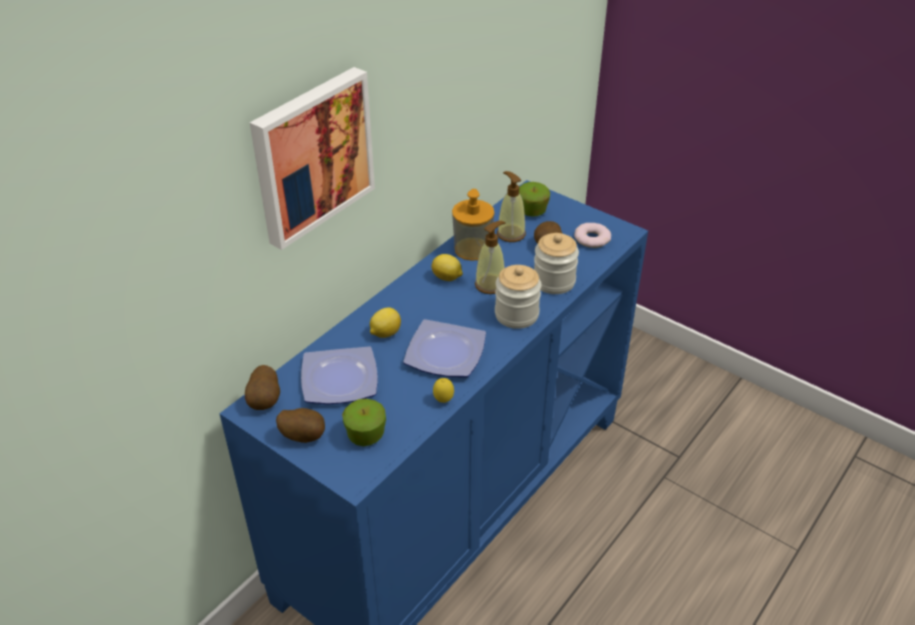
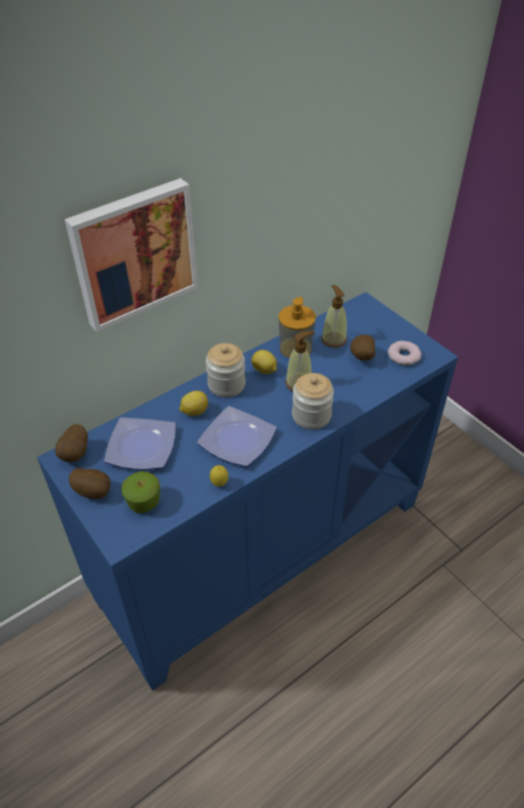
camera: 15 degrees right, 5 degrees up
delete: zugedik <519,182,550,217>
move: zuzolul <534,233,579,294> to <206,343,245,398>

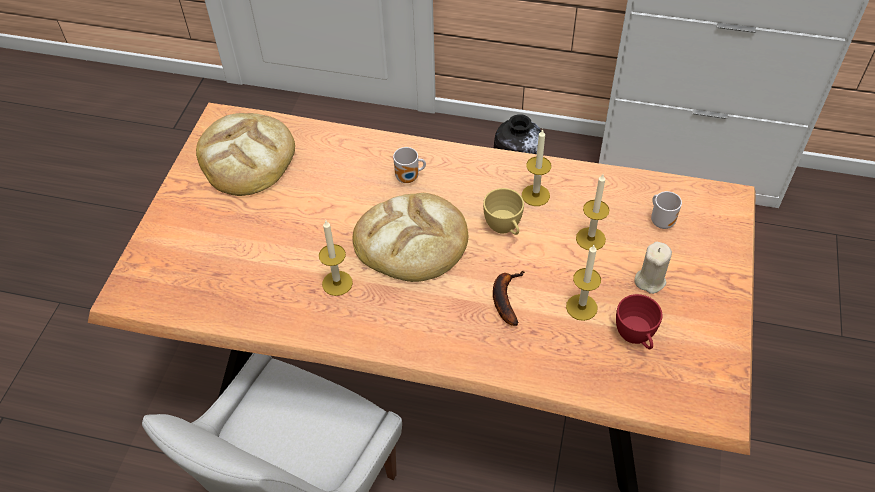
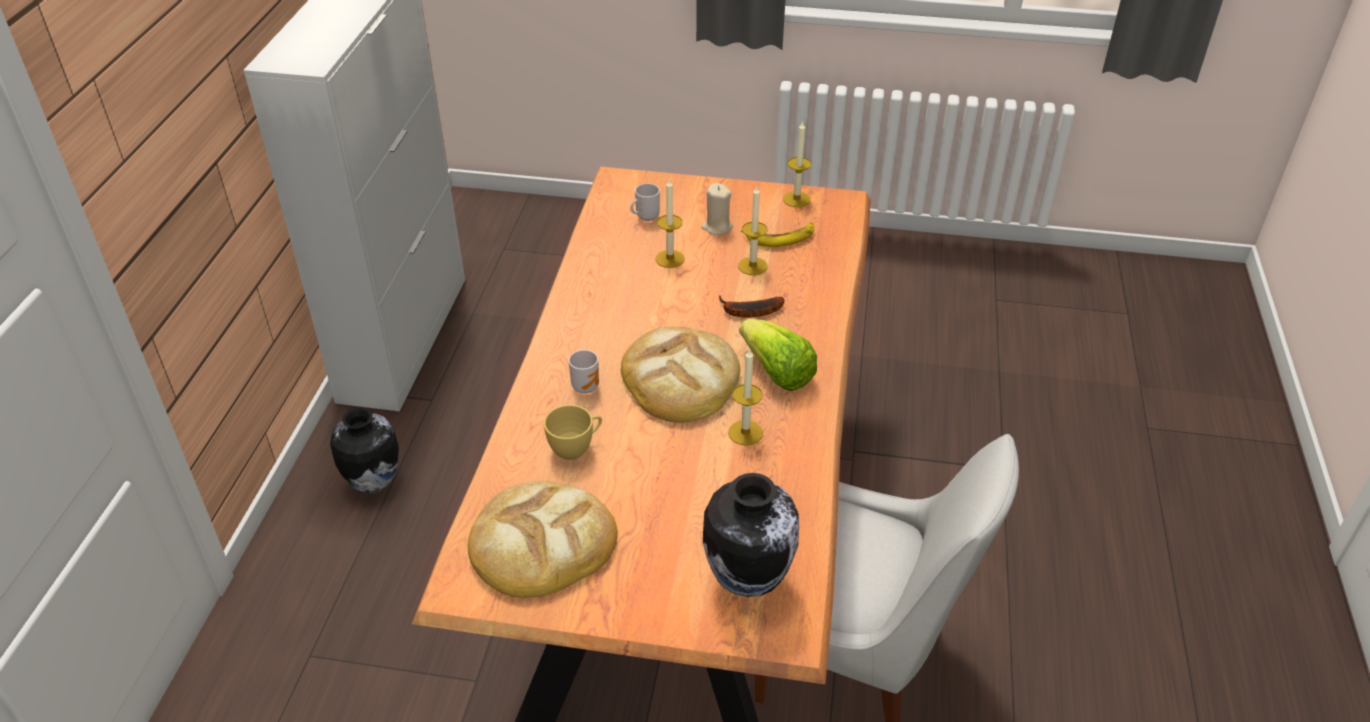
camera: 95 degrees left, 10 degrees down
insert: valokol <703,473,799,597>; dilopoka <739,319,817,391>
move: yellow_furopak <483,188,524,235> to <544,405,602,460>; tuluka <522,129,551,206> to <783,121,811,207>
replace: red_furopak <616,294,663,349> to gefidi <741,222,815,247>

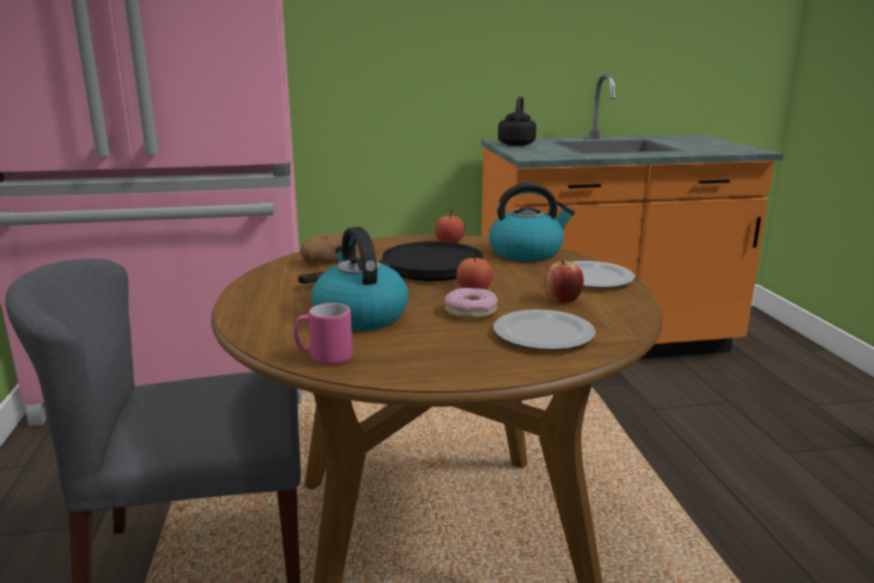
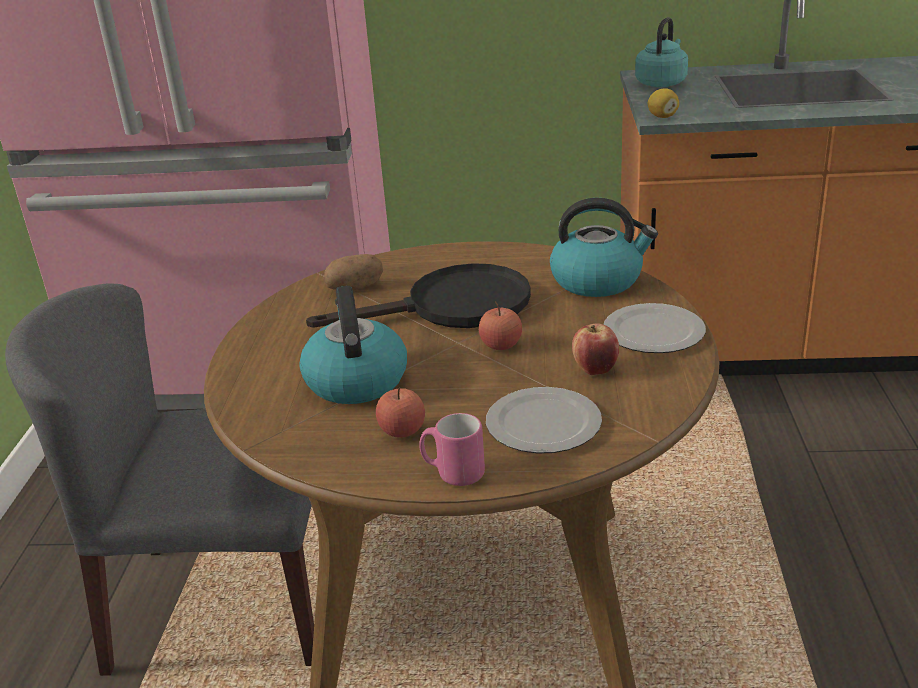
camera: 15 degrees right, 10 degrees up
delete: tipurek <445,288,498,319>
insert: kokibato <648,88,679,118>
move: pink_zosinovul <294,303,353,365> to <419,413,485,486>; zugedik <435,210,465,243> to <376,387,425,438>
recolor: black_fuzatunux <498,96,536,146> to turquoise_fuzatunux <635,17,688,87>

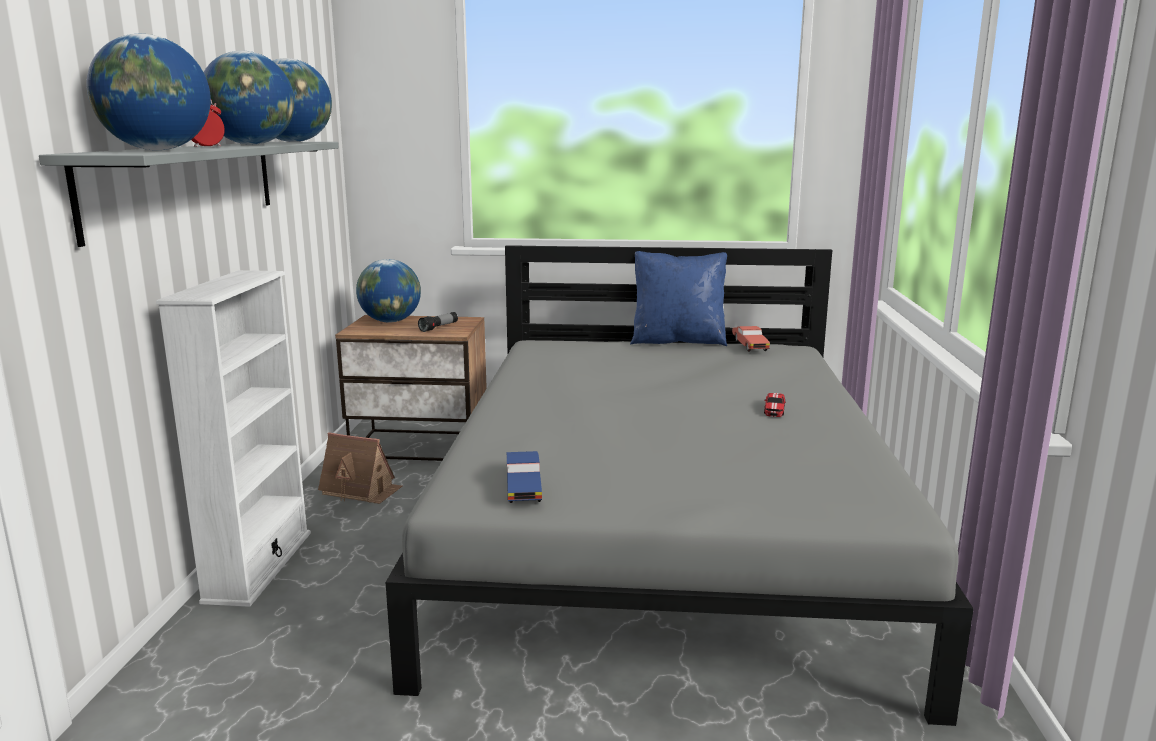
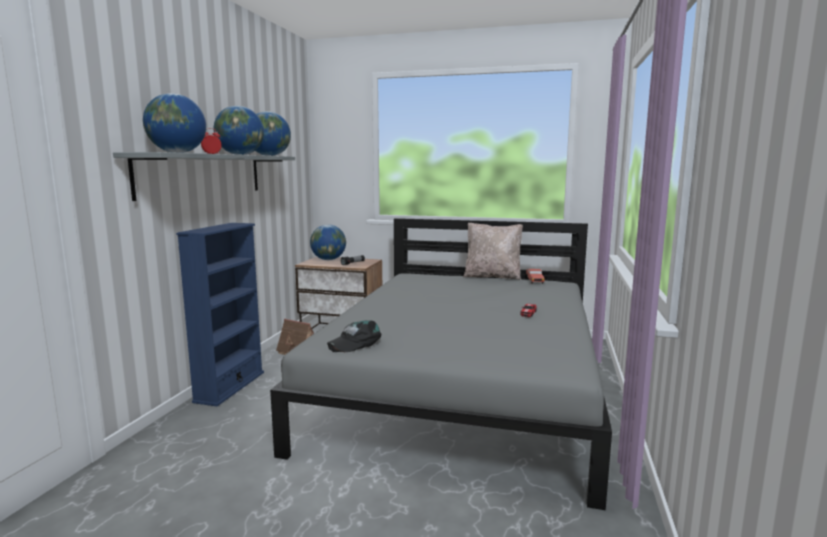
camera: 10 degrees right, 5 degrees down
replace: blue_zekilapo <507,451,542,503> to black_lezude <327,320,381,352>
recolor: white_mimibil <156,270,311,607> to blue_mimibil <176,223,264,406>; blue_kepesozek <630,251,727,346> to beige_kepesozek <463,223,523,280>

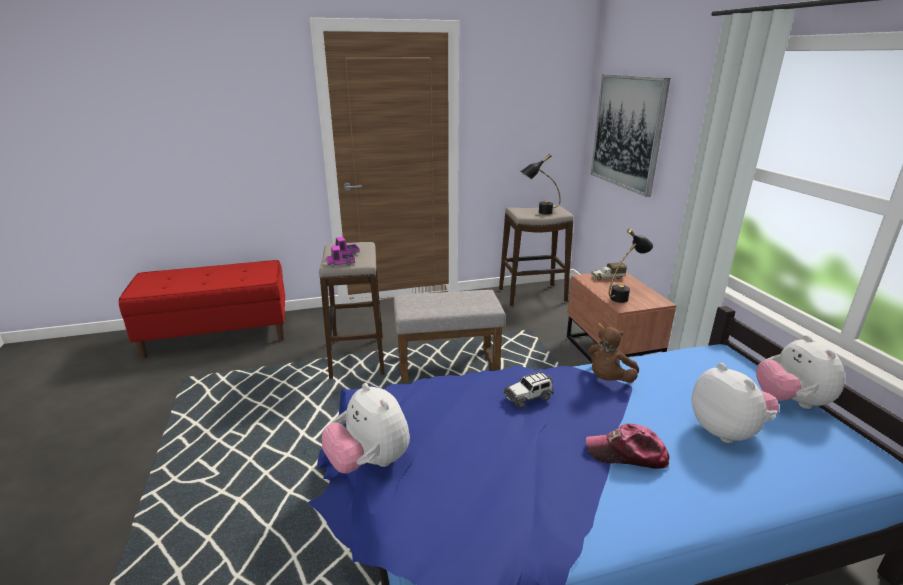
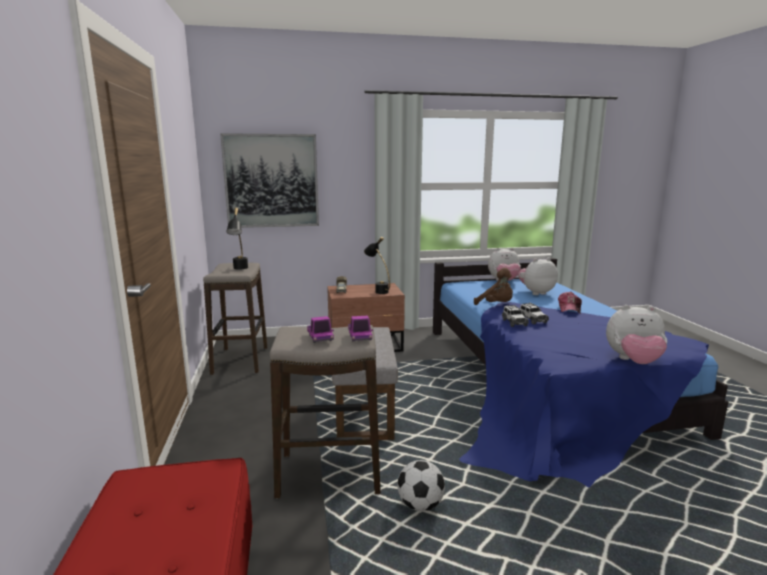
camera: 85 degrees left, 10 degrees down
insert: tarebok <397,460,445,511>; zekilapo <502,305,529,327>
rotate: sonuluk <322,383,410,473> = <606,305,667,364> 45 degrees clockwise

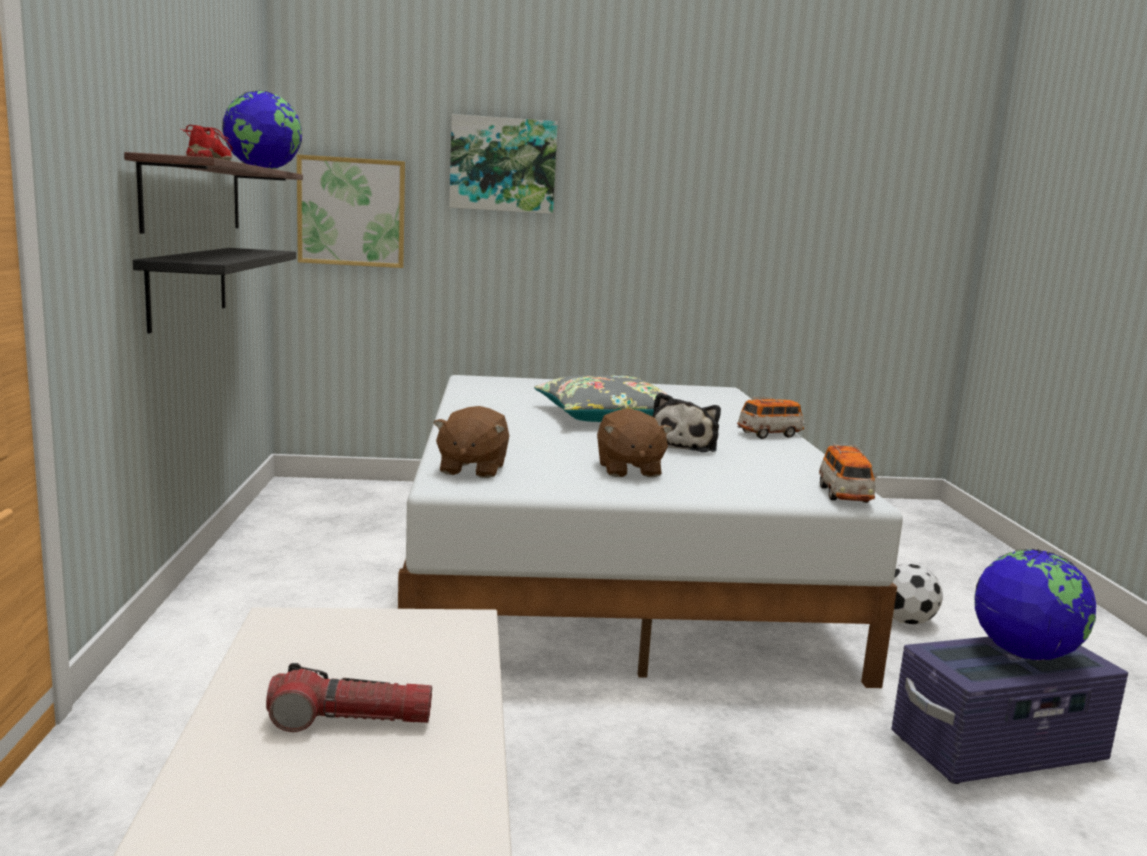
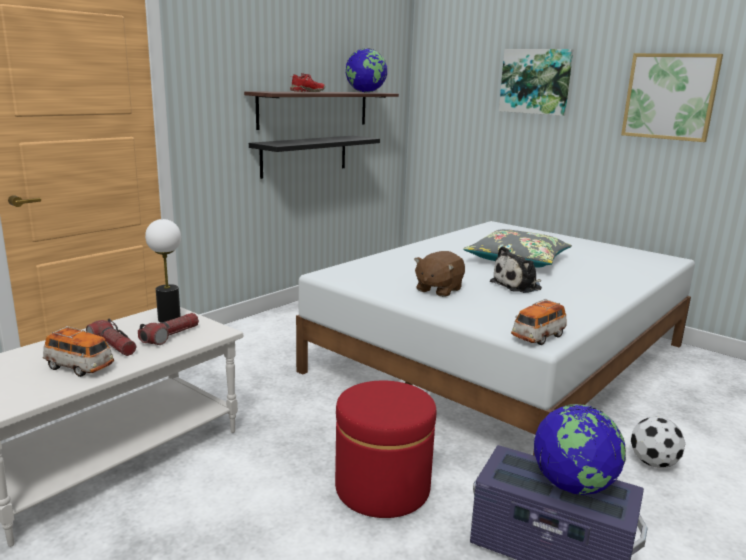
camera: 45 degrees right, 5 degrees up
delete: brown_sonuluk <433,406,509,478>
insert: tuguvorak <138,313,199,345>; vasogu <145,219,181,323>; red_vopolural <335,381,436,518>
move: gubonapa <297,154,405,268> to <621,53,723,142>; zekilapo <737,397,805,439> to <43,326,114,377>

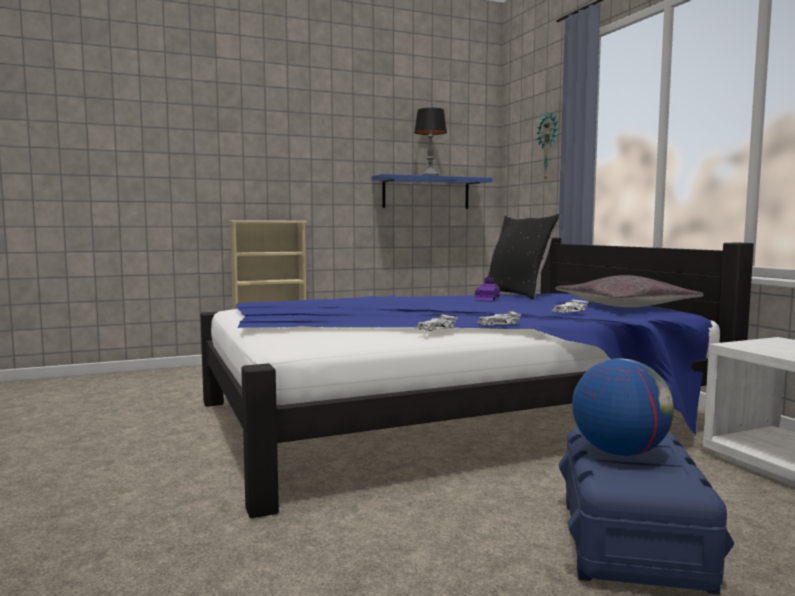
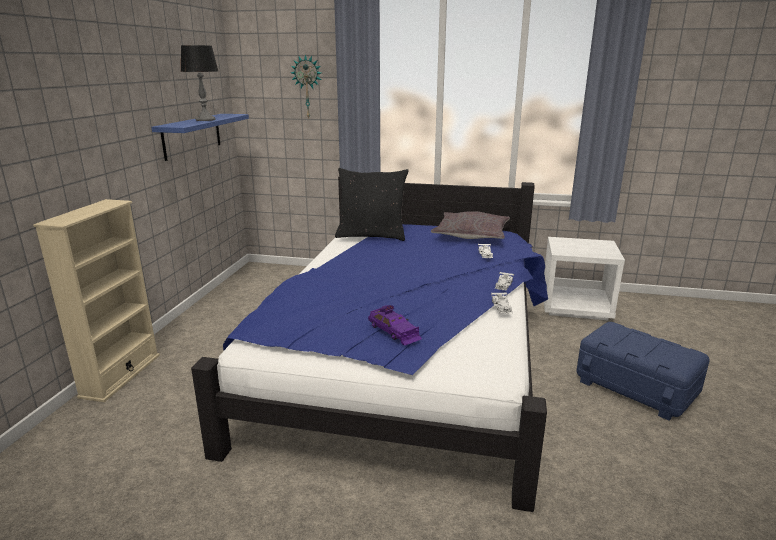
camera: 55 degrees left, 15 degrees up
delete: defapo <572,358,674,456>
move: purple_zekilapo <474,277,502,301> to <368,305,422,346>

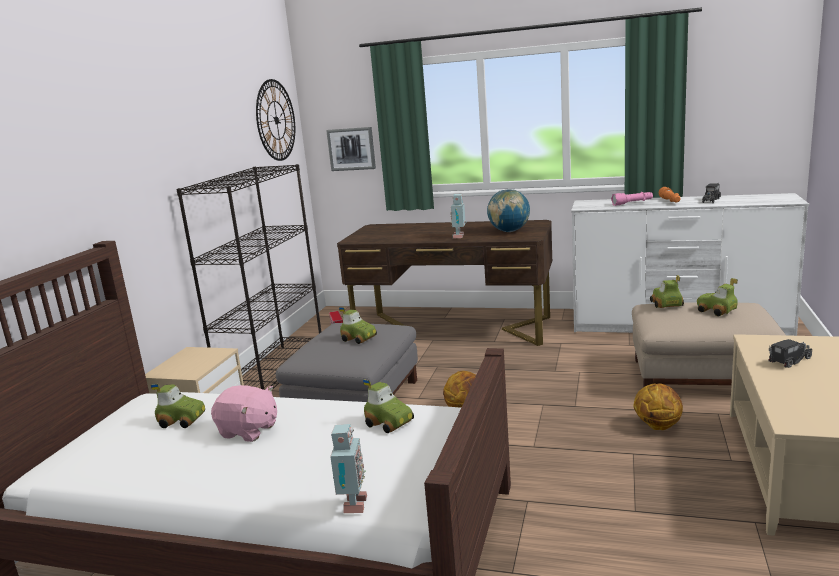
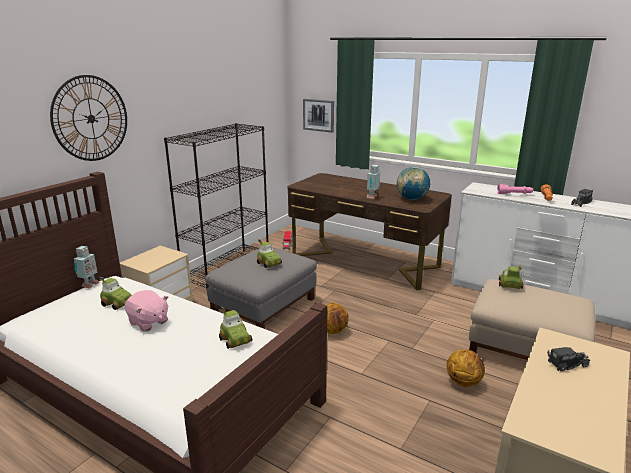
camera: 15 degrees right, 5 degrees up
delete: zekilapo <697,278,738,316>
move: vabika <256,79,295,161> to <50,75,127,161>; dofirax <330,424,367,513> to <74,246,99,288>

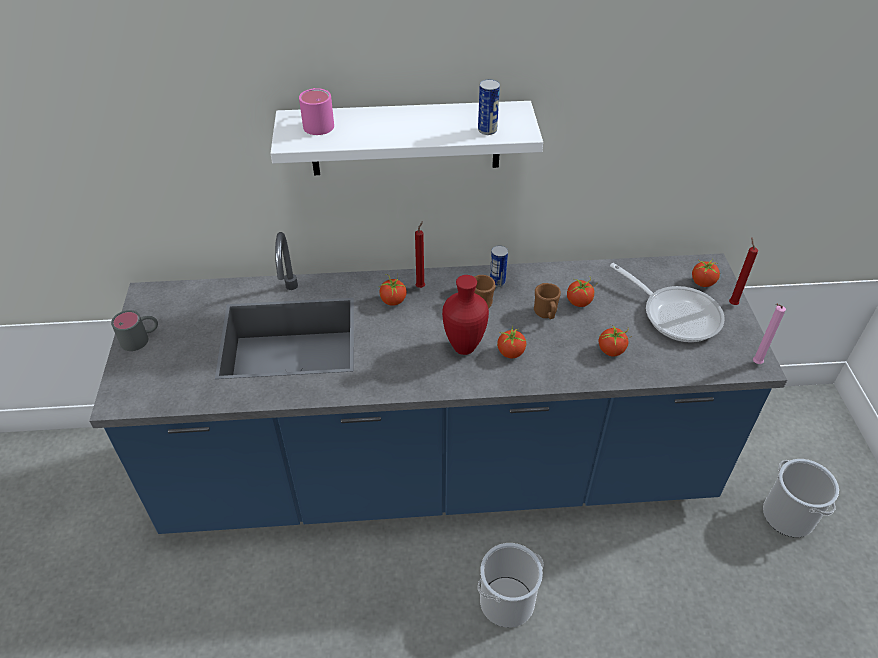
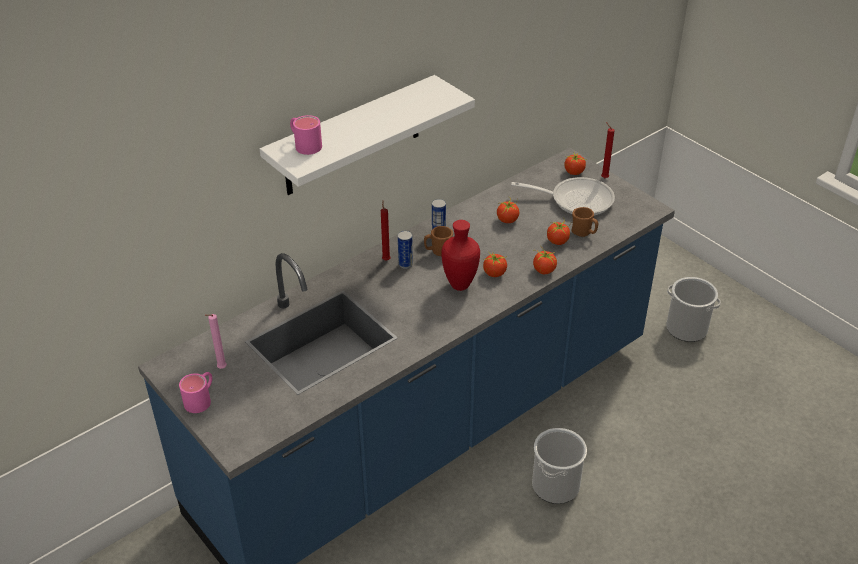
camera: 35 degrees left, 5 degrees down
move: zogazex <380,274,407,306> to <533,245,557,274>; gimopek <478,79,500,135> to <398,231,413,269>; brown_zosinovul <534,283,561,319> to <571,207,598,237>; pink_tuluka <753,304,786,364> to <205,314,227,369>
recolor: grey_zosinovul <111,310,158,351> to pink_zosinovul <179,372,212,413>

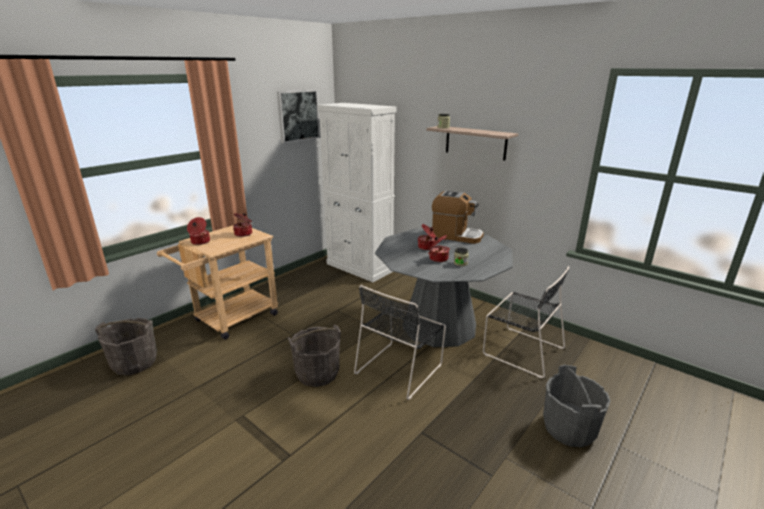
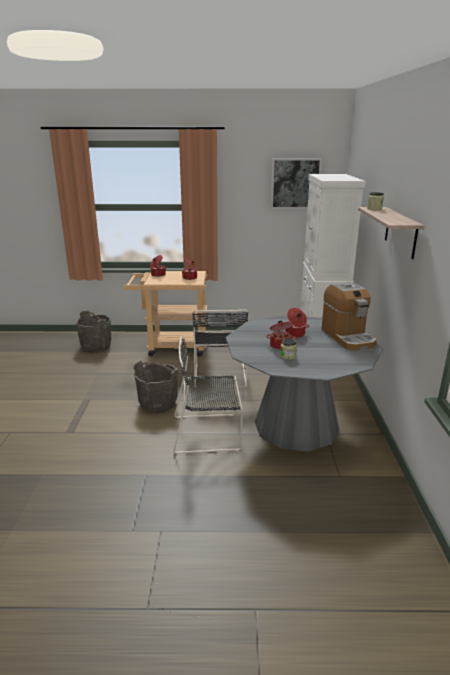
camera: 50 degrees right, 0 degrees up
delete: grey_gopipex <543,365,611,447>
move: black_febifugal <483,266,569,378> to <192,309,248,388>

